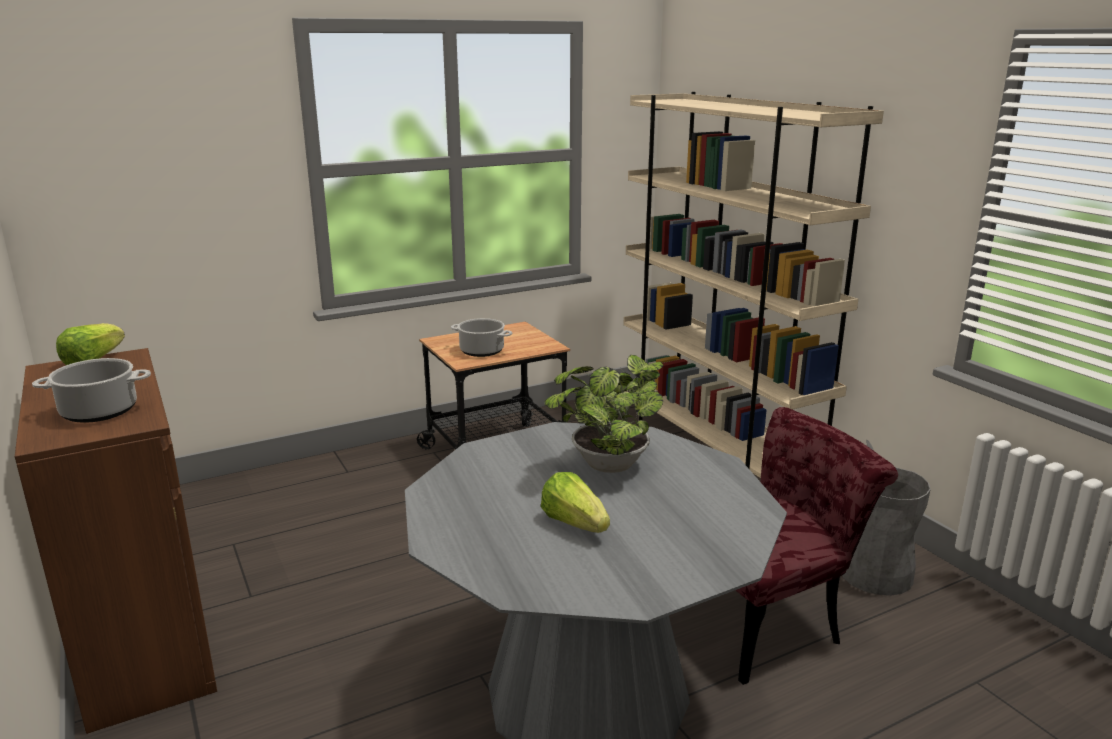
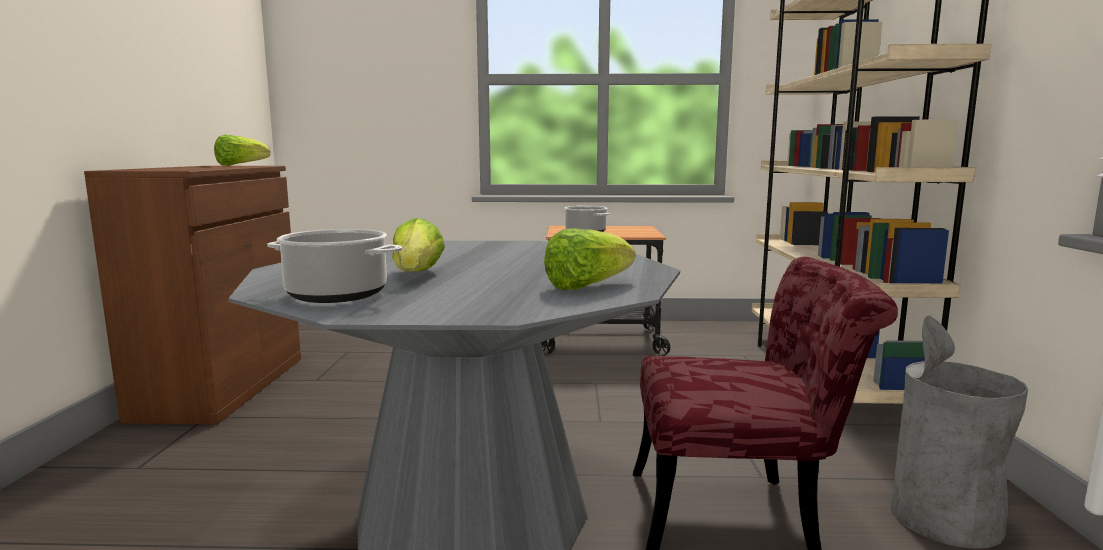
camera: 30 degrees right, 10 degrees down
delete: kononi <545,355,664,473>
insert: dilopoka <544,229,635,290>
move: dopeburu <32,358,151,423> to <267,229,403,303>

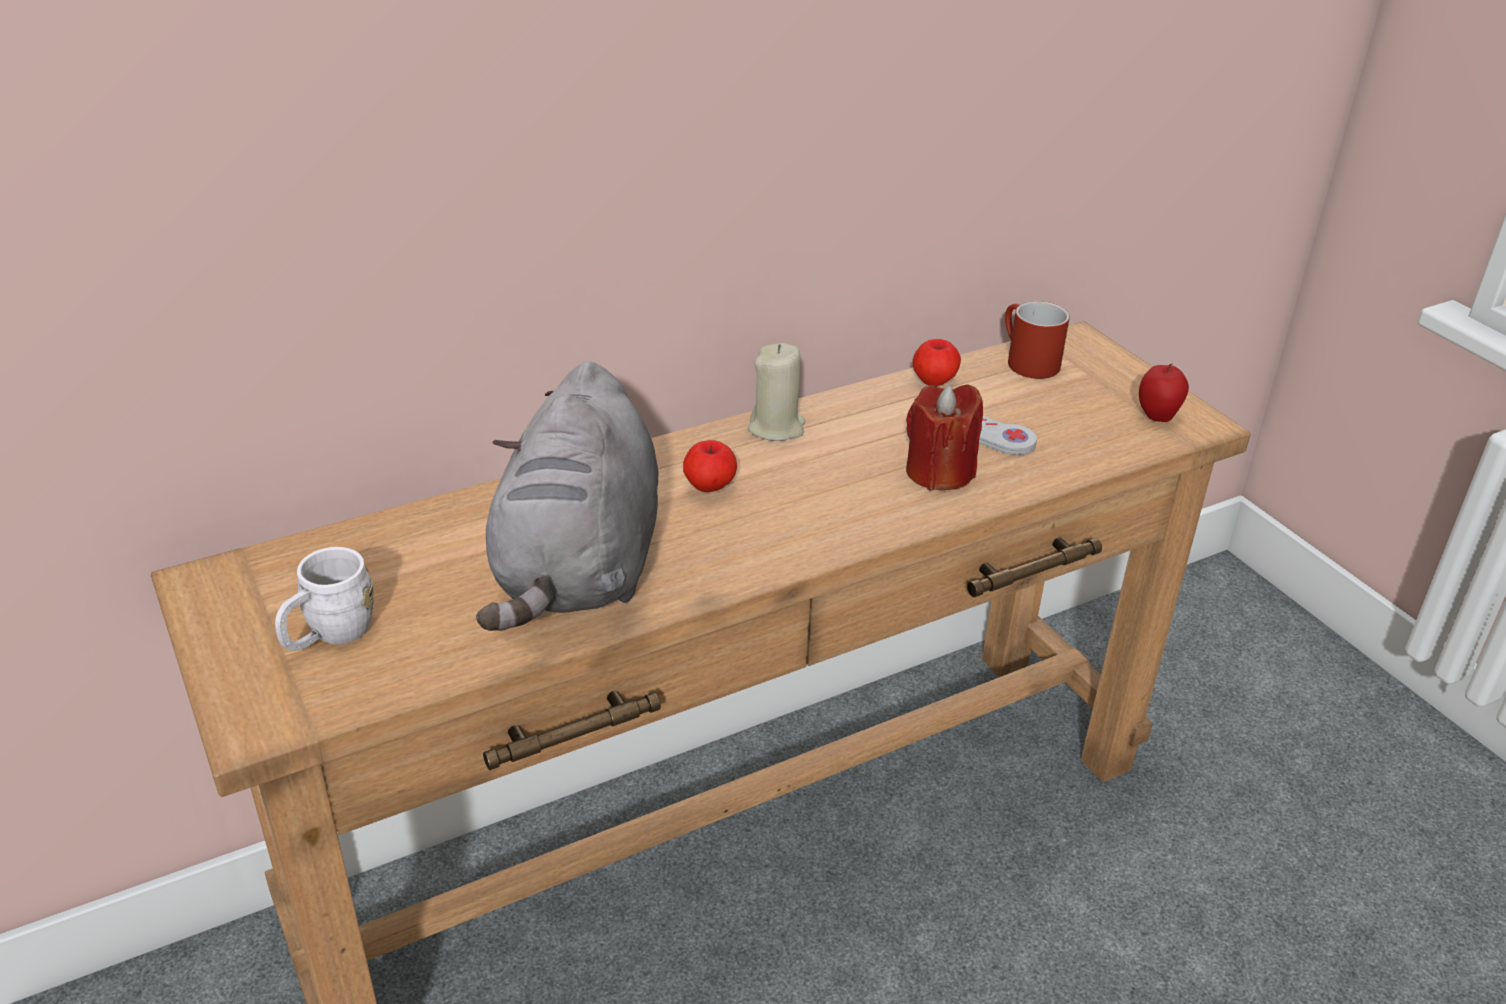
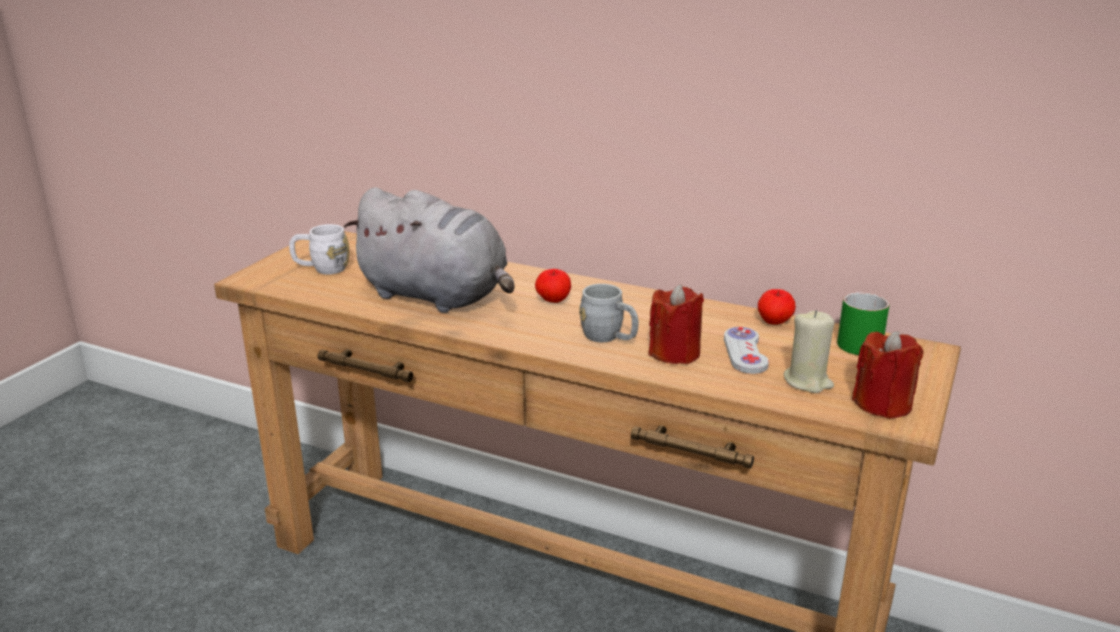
camera: 55 degrees right, 10 degrees down
insert: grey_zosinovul <579,284,638,342>
move: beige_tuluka <748,343,805,441> to <784,310,834,393>
replace: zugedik <1139,364,1189,422> to red_tuluka <852,331,923,419>
recolor: red_zosinovul <1005,301,1070,379> to green_zosinovul <837,292,890,355>
rotate: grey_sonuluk <476,361,659,631> = <344,187,515,313> 120 degrees counterclockwise

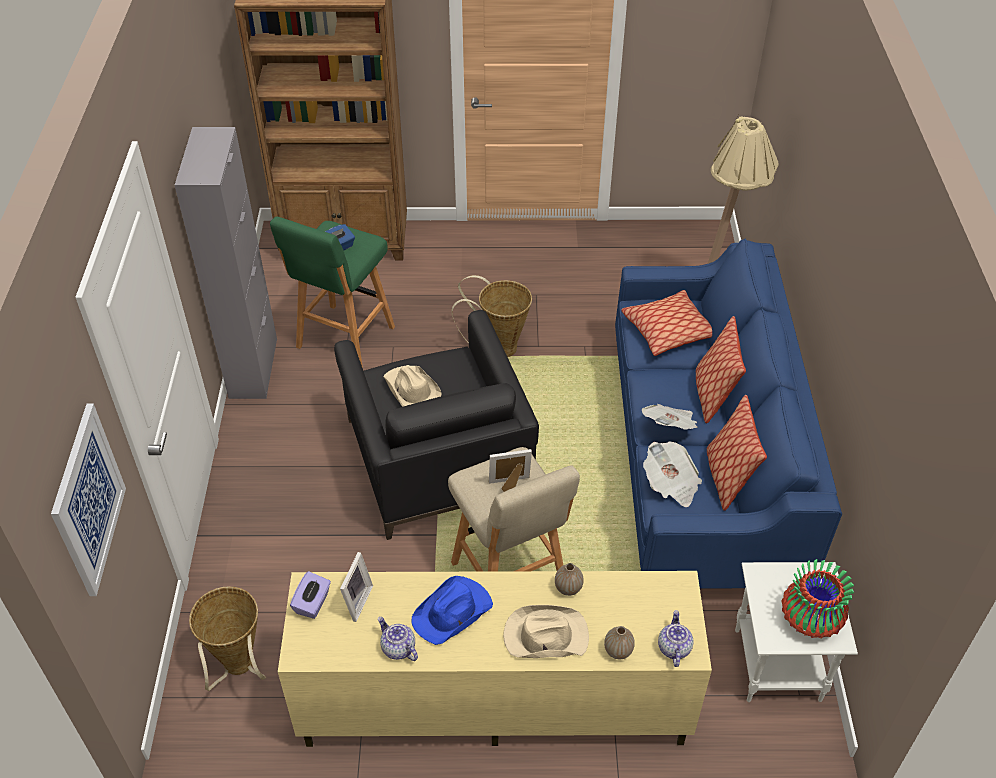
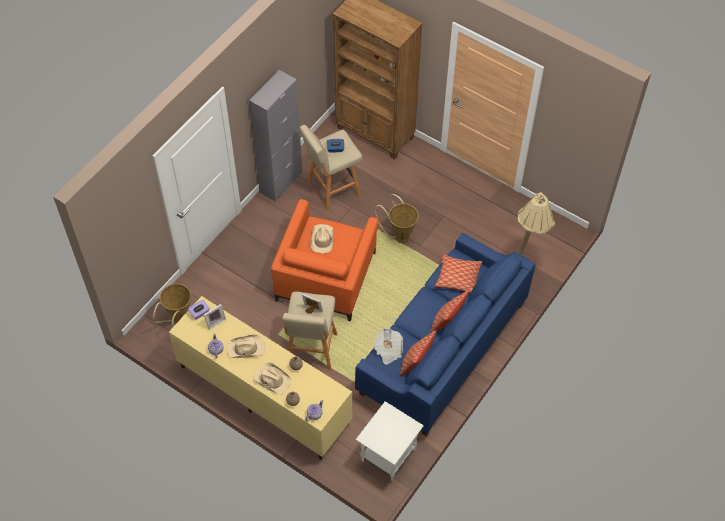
camera: 35 degrees right, 10 degrees up
delete: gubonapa <51,403,126,596>; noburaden <642,404,697,430>; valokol <781,559,855,638>
recolor: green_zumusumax <270,217,395,368> to beige_zumusumax <300,125,363,211>; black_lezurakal <334,310,539,540> to orange_lezurakal <271,199,379,321>; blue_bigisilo <412,576,493,645> to beige_bigisilo <227,334,265,358>

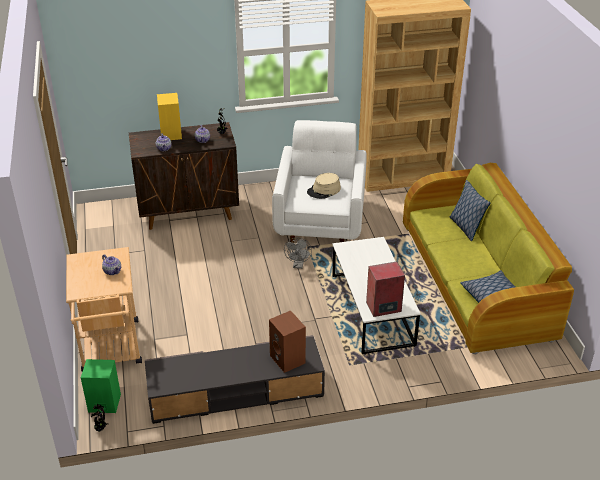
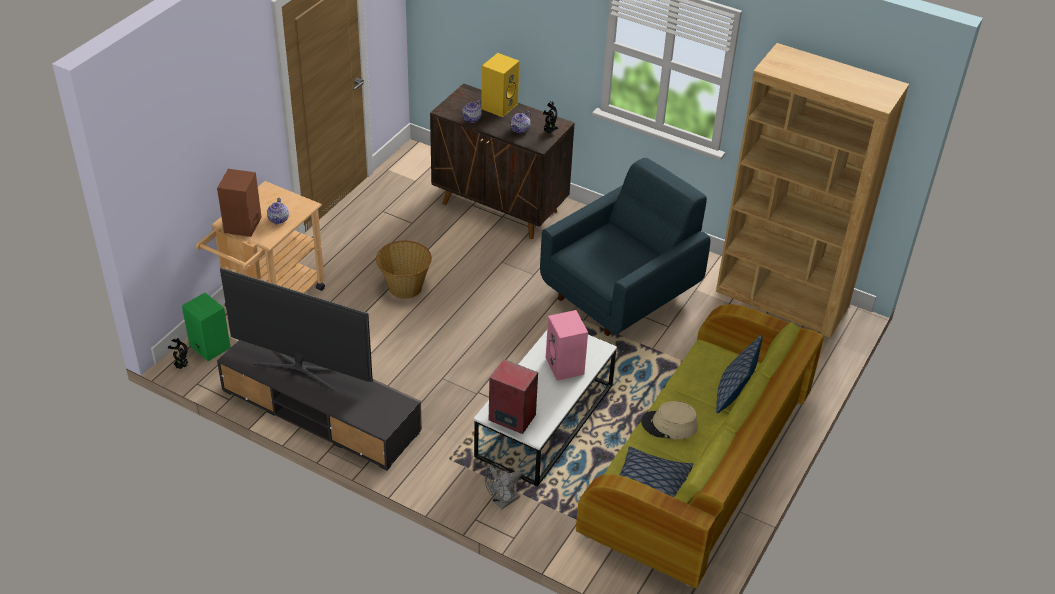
camera: 40 degrees right, 5 degrees up
insert: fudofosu <220,268,373,390>; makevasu <376,240,432,299>; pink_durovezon <546,310,588,381>
move: brown_durovezon <269,310,306,373> to <217,169,261,237>; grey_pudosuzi <284,238,312,269> to <485,463,522,509>; beige_bigisilo <307,173,341,199> to <641,401,698,439>
recolor: white_lezurakal <272,120,367,243> to blue_lezurakal <540,158,711,336>

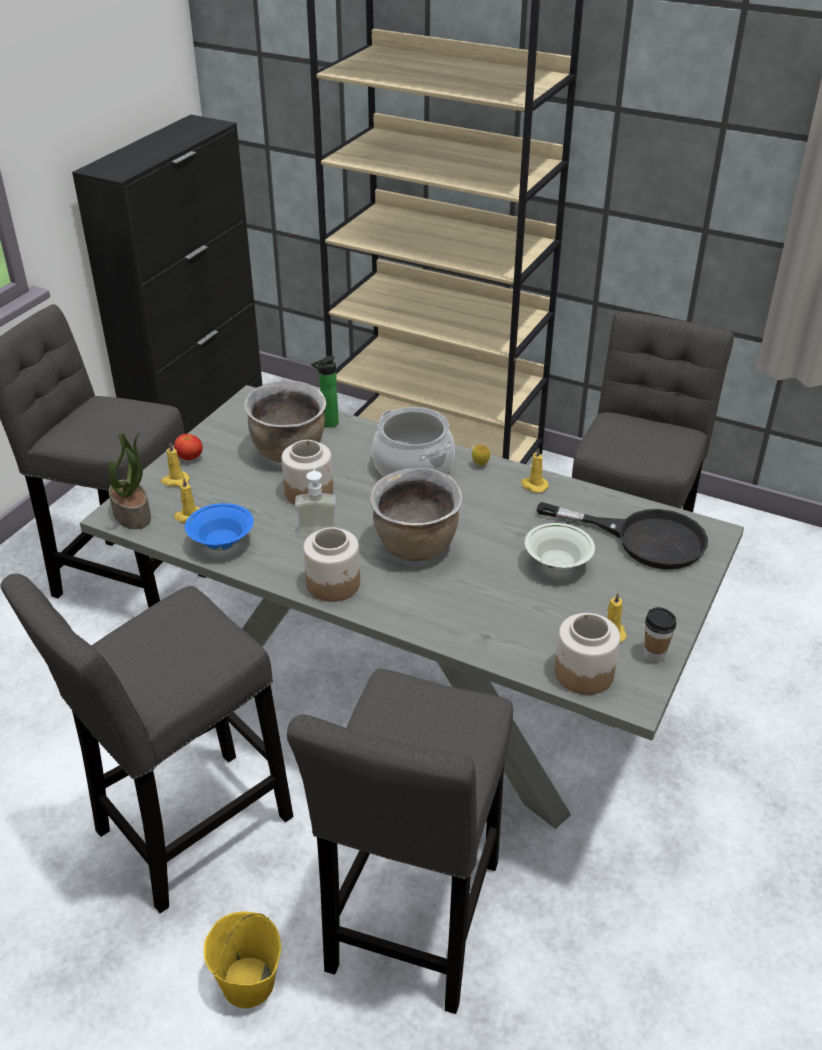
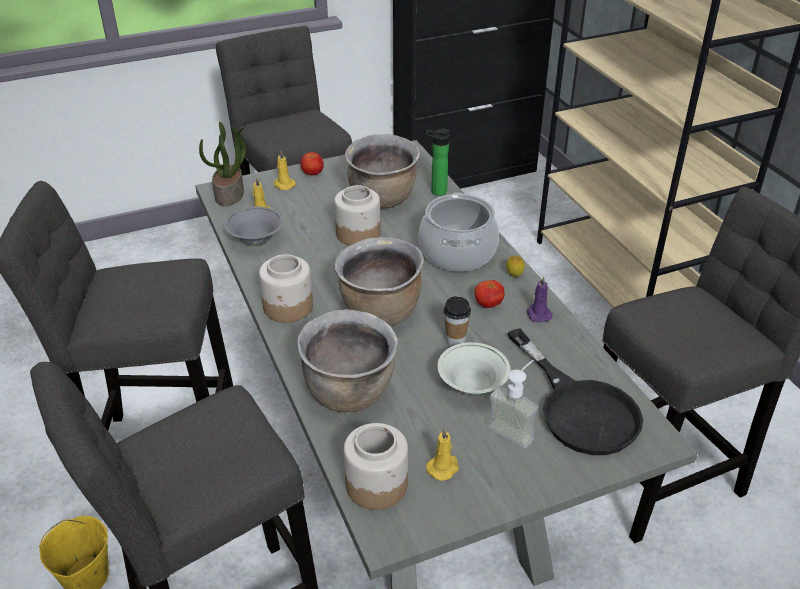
camera: 40 degrees right, 0 degrees up
insert: brown_dopeburu <297,309,398,412>; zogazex <475,280,505,308>
move: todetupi <295,461,338,537> to <487,360,538,449>; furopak <644,607,677,663> to <444,296,471,346>
recolor: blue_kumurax <185,503,254,550> to grey_kumurax <224,207,284,246>; yellow_tuluka <521,447,549,493> to purple_tuluka <526,276,553,323>

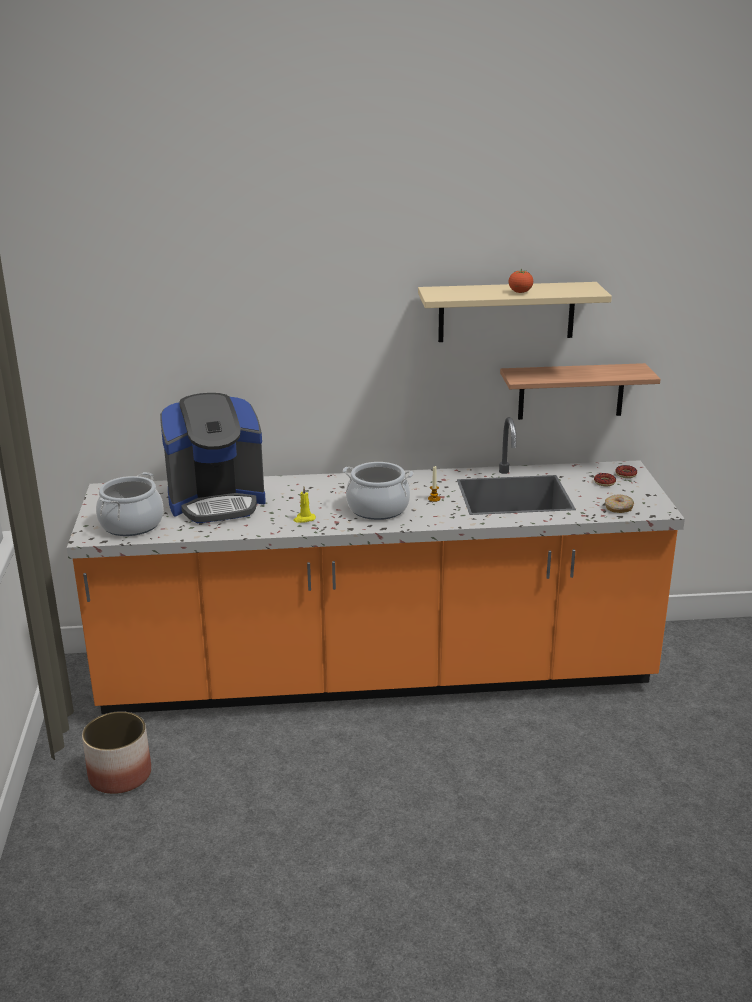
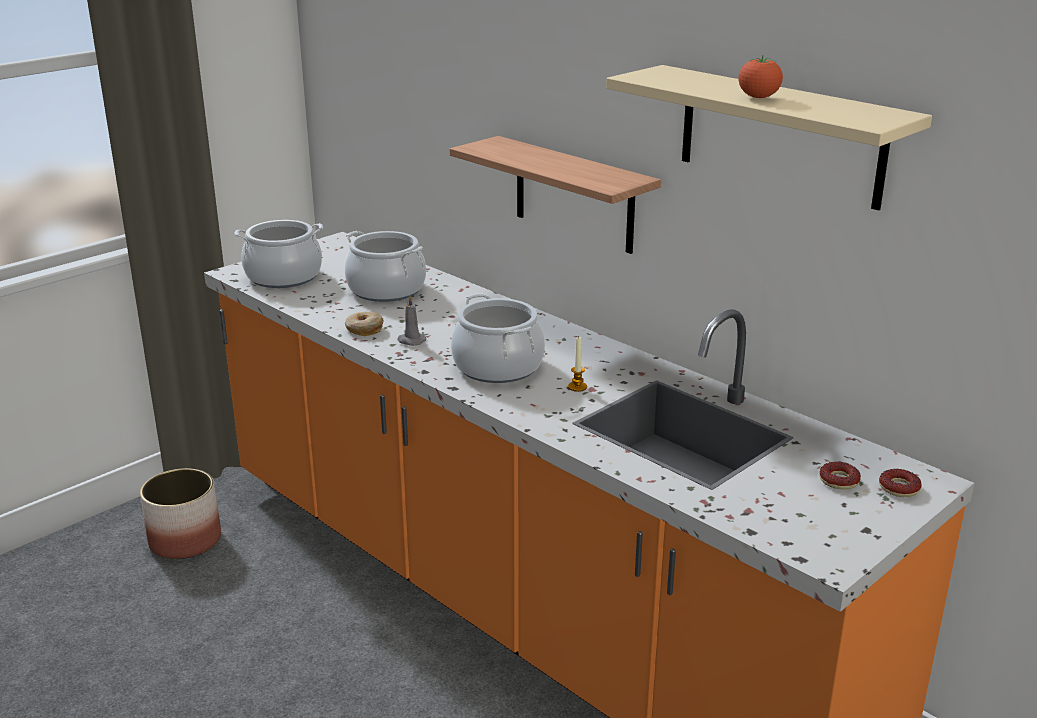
camera: 50 degrees right, 0 degrees up
move: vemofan <500,363,661,420> to <450,136,661,254>; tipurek <605,494,634,513> to <345,312,384,336>
replace: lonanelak <160,393,266,523> to dopeburu <345,231,426,302>
recolor: yellow_tuluka <293,487,316,523> to grey_tuluka <397,296,426,346>

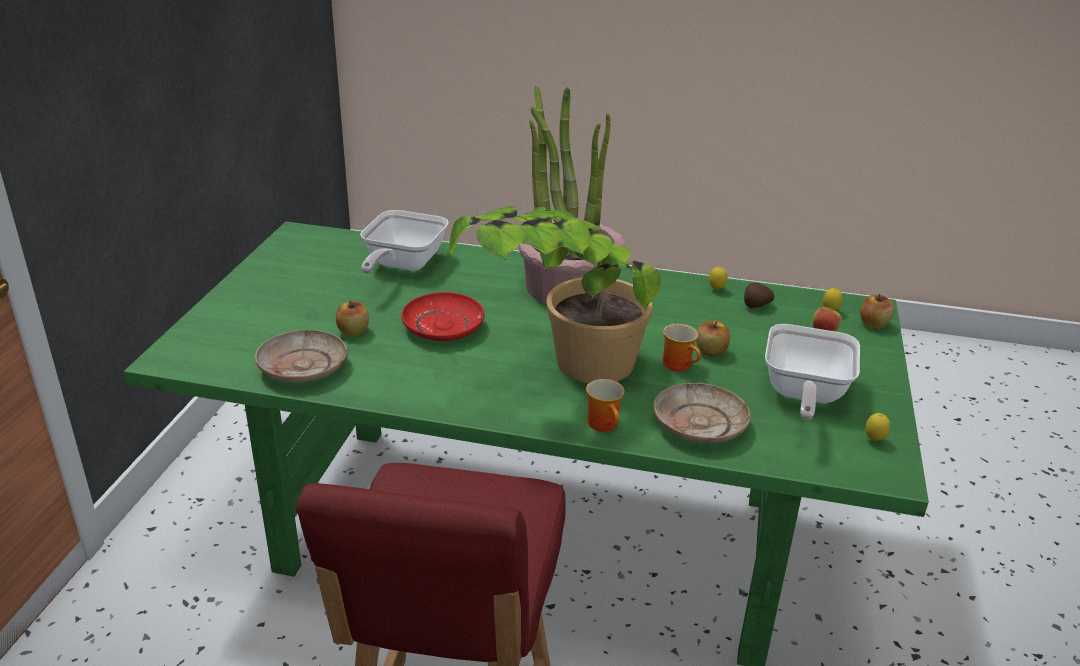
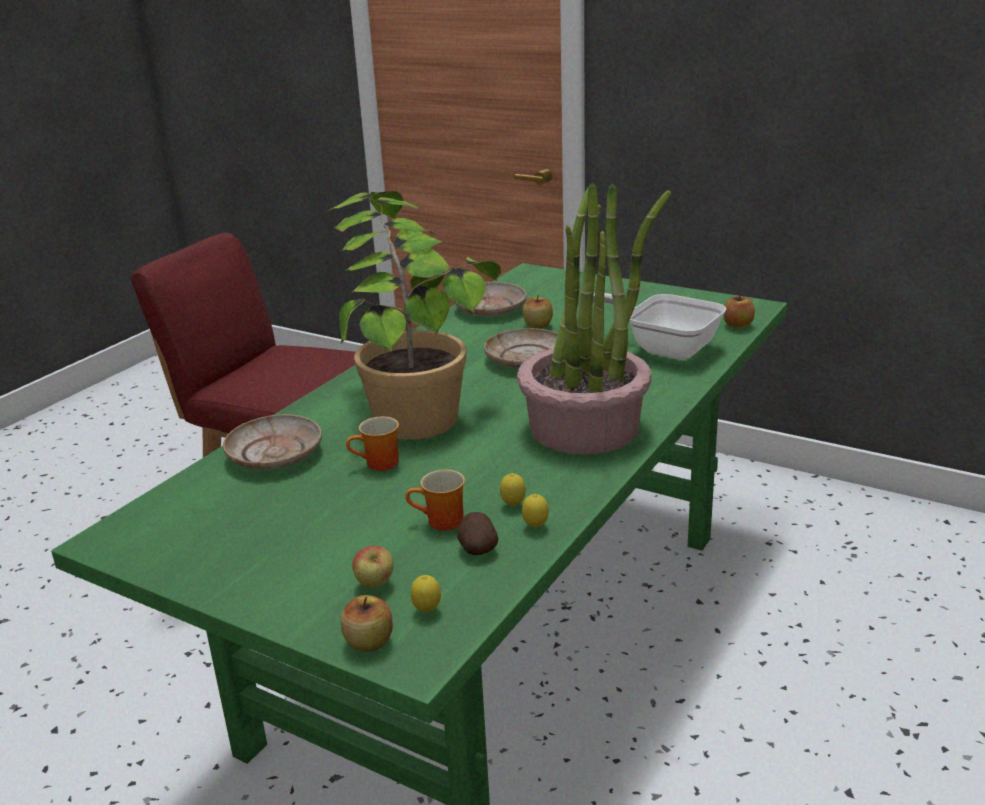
camera: 110 degrees right, 5 degrees down
delete: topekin <765,324,860,420>
move: zosinovul <586,379,625,432> to <405,469,465,530>; zugedik <696,320,730,356> to <723,295,755,329>; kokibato <865,413,890,441> to <500,473,526,506>
recolor: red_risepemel <401,292,484,341> to beige_risepemel <484,328,558,369>

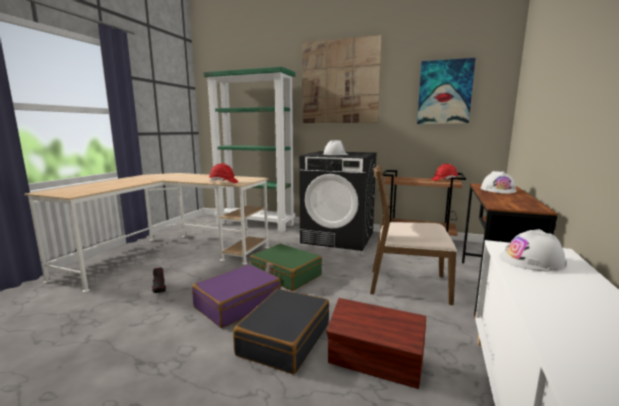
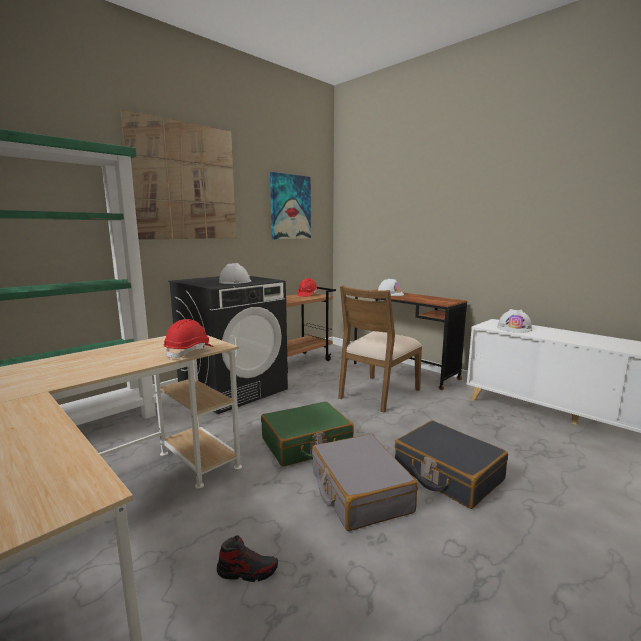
camera: 65 degrees left, 0 degrees up
delete: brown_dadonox <327,298,426,389>
recolor: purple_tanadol <192,264,281,328> to grey_tanadol <312,434,418,531>

